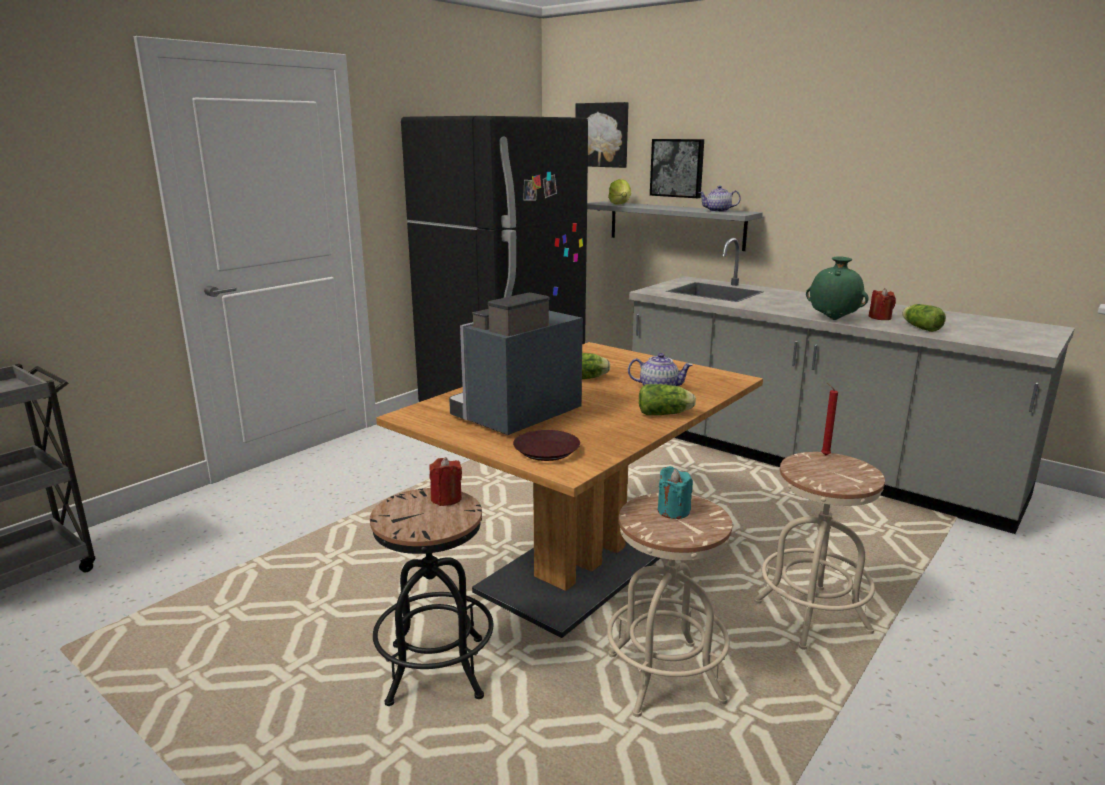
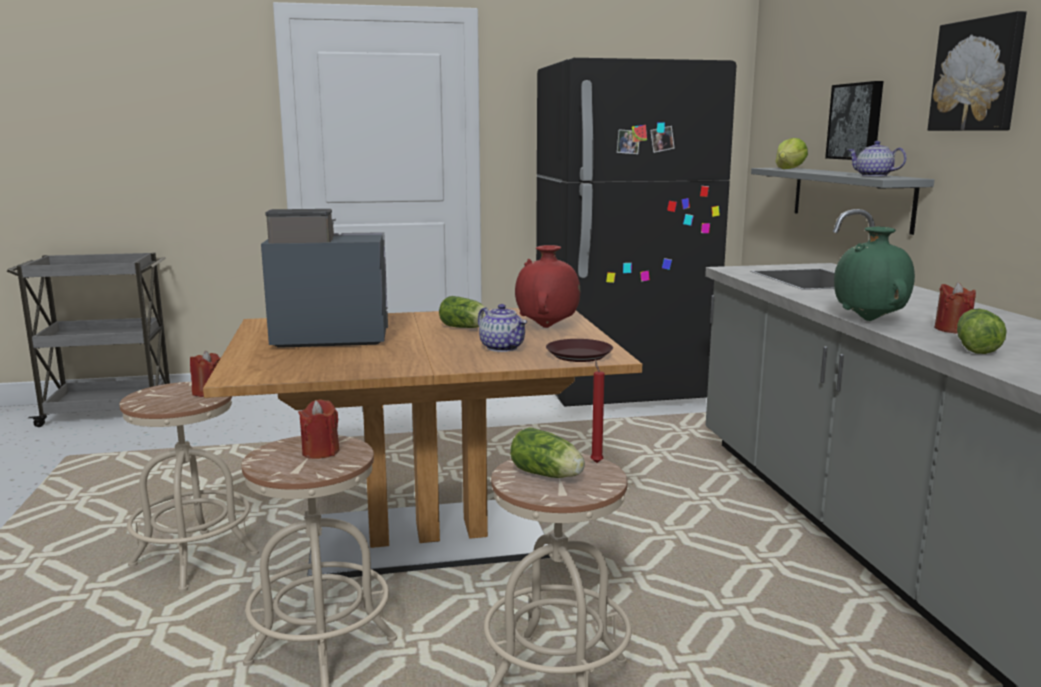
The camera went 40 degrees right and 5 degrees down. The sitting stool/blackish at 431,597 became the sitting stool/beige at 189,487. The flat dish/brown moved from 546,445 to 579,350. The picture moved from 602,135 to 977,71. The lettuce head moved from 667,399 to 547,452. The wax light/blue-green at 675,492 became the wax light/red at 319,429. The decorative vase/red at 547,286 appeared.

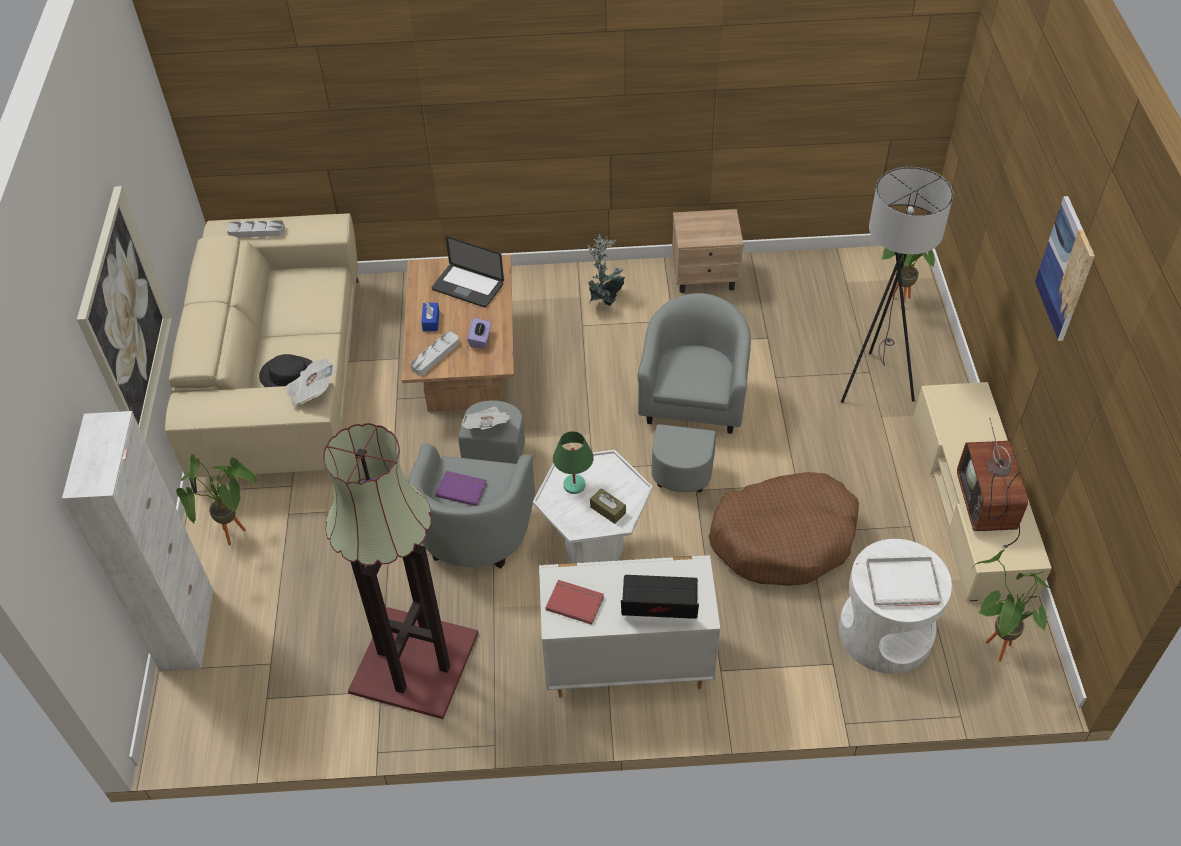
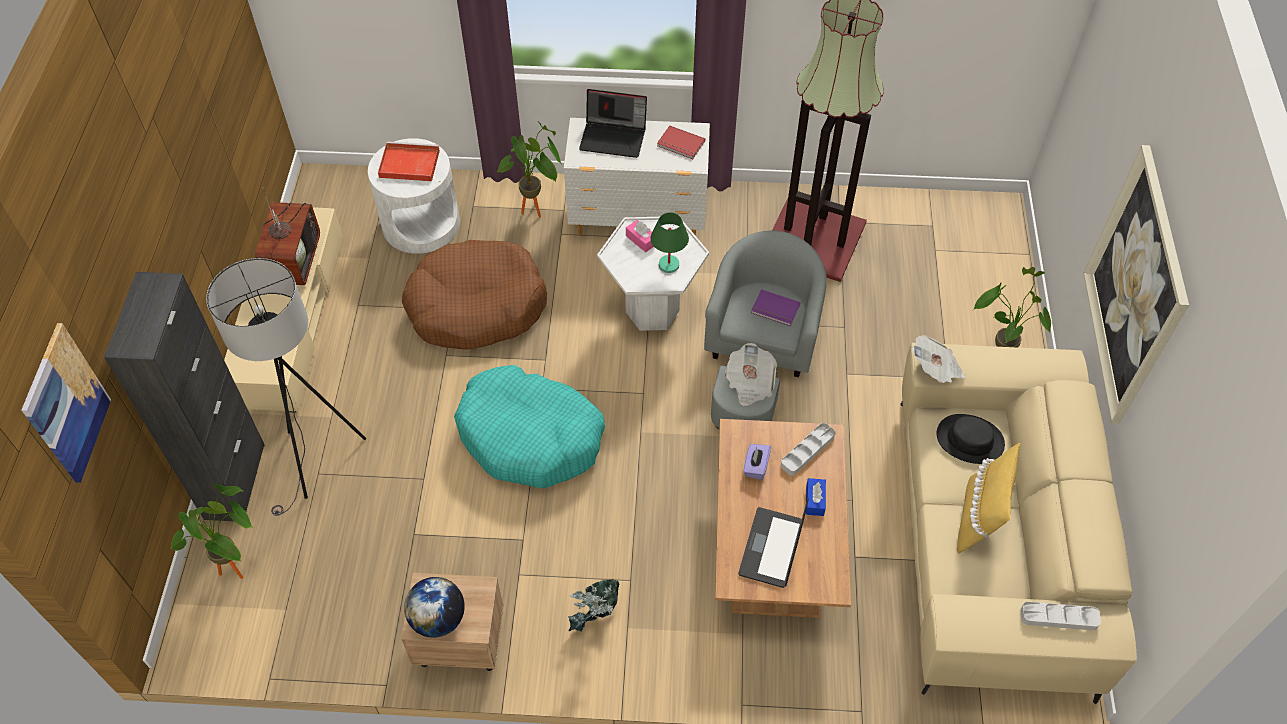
The camera went 175 degrees left and 5 degrees up. The cupboard/white at 138,541 disappeared. The portable computer at 468,272 turned 105 degrees counterclockwise. The box of tissues/brown at 608,506 became the box of tissues/pinkish at 640,236. The lounge chair/greyish at 694,393 was replaced by the dog cushion/blue-green at 529,426. The serving tray/white at 903,581 became the serving tray/red at 409,161. The potted plant moved from 1010,605 to 529,170. The picture moved from 1065,268 to 66,403. The cupboard/blackish at 184,396 appeared. The world globe at 434,607 appeared. The cushion/yellow at 988,498 appeared.

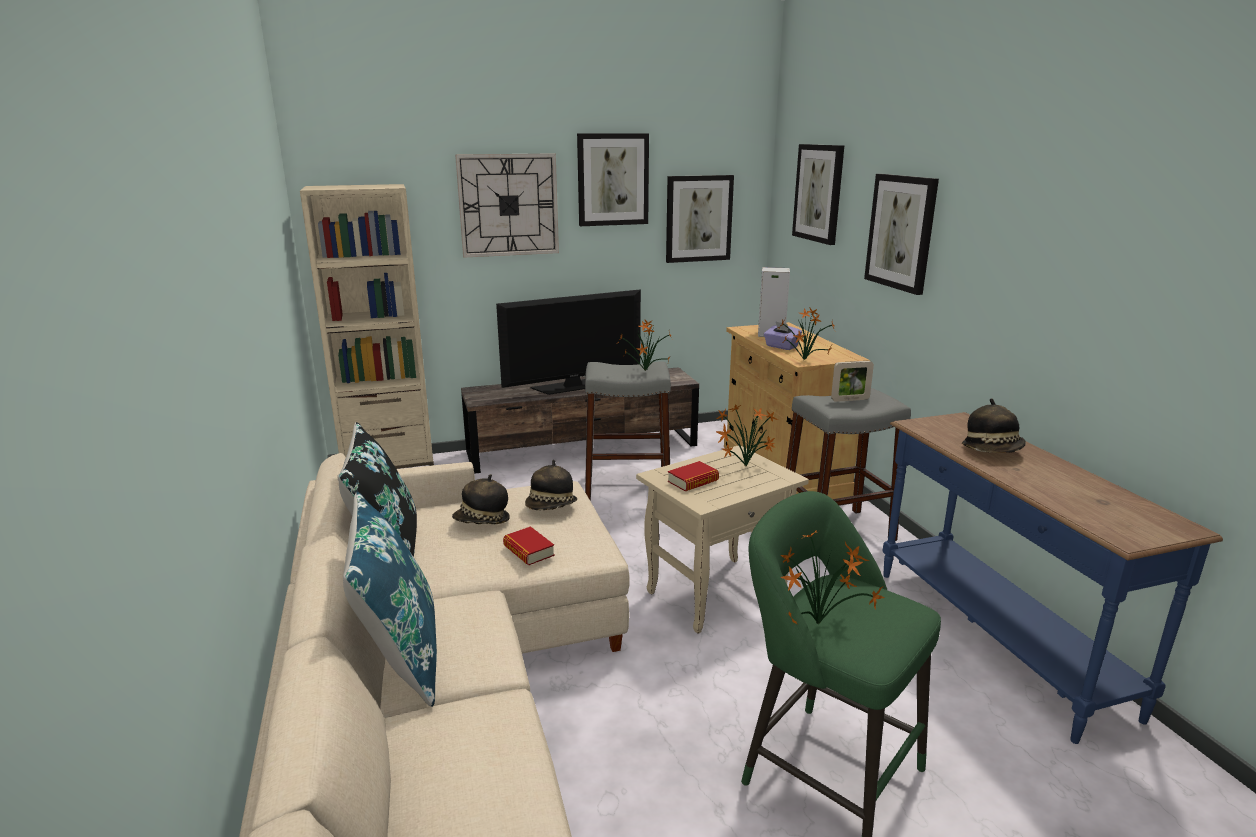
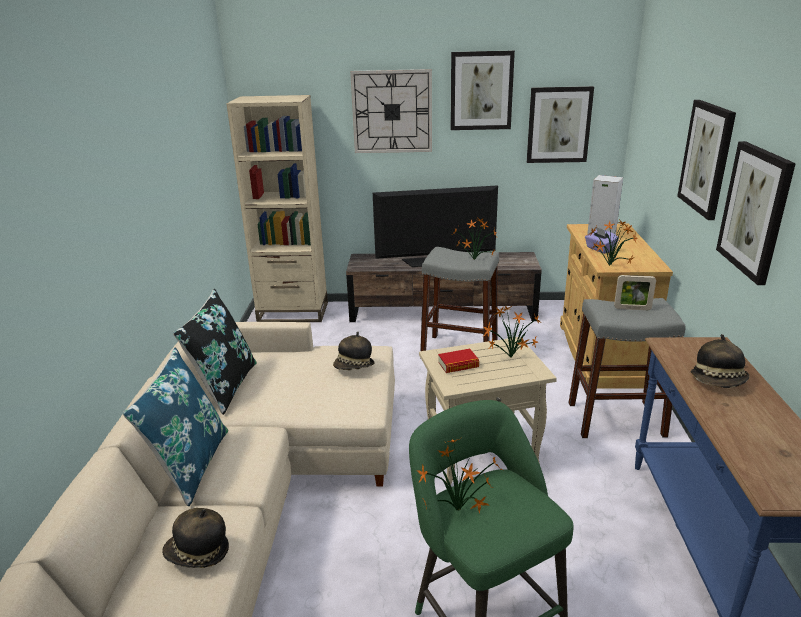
The camera went 20 degrees right and 5 degrees up. The clothing hat moved from 481,499 to 195,538. The volume at 529,545 disappeared. The picture moved from 818,194 to 756,213.

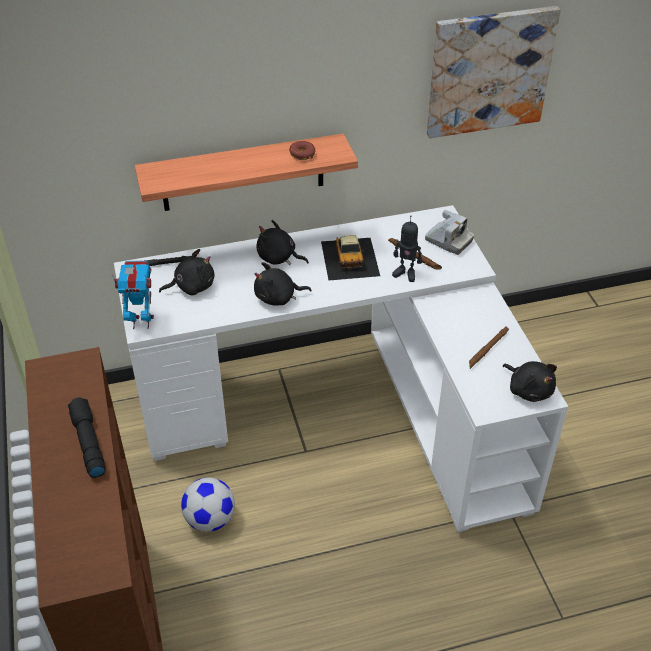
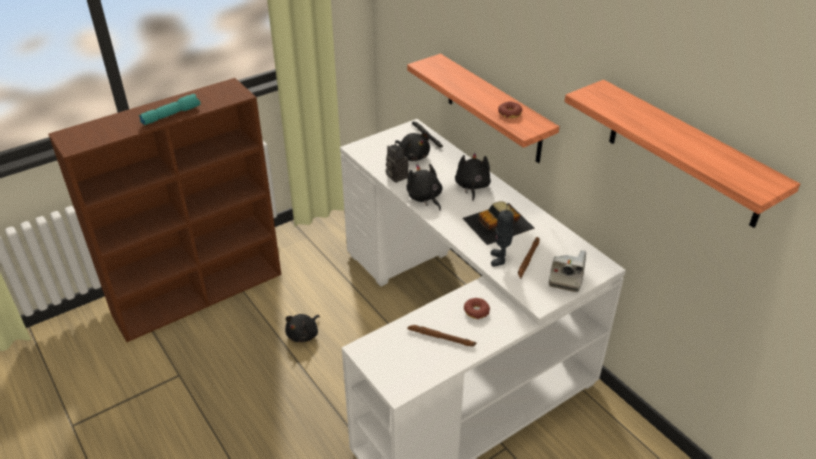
The camera went 70 degrees right and 5 degrees down. The flashlight/blackish at 87,437 became the flashlight/blue-green at 170,109. The model robot at 133,295 disappeared. The football ball at 208,504 disappeared. The picture at 493,72 was replaced by the bracket shelf at 682,154. The plush toy/blackish moved from 530,381 to 302,328. The photo camera at 397,163 appeared. The donut at 477,308 appeared.

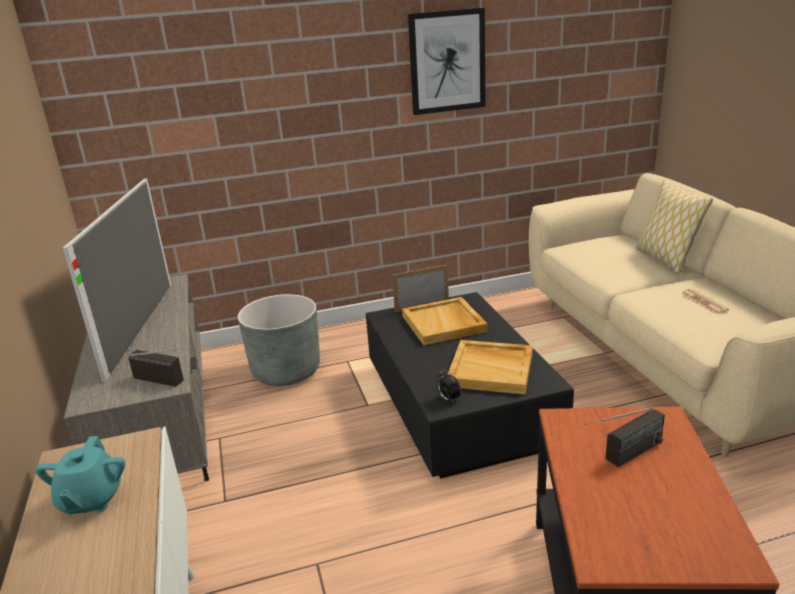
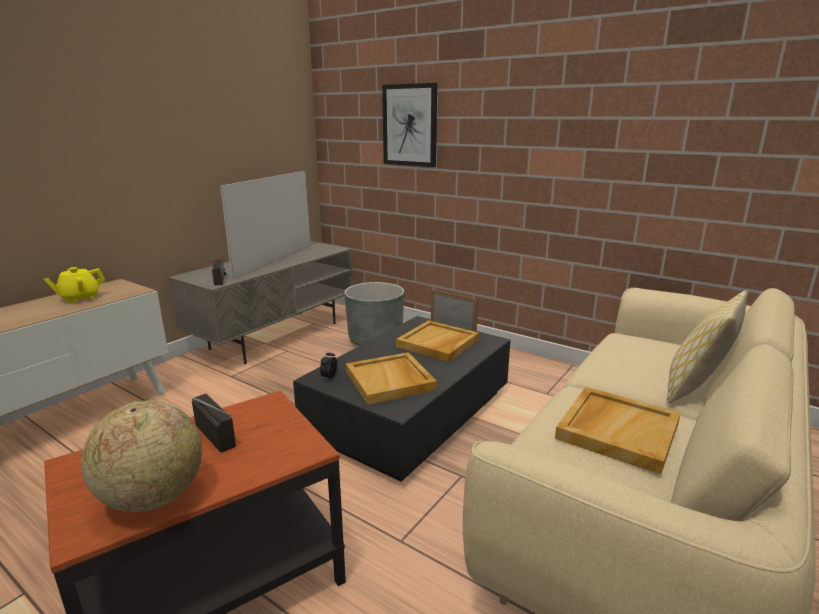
The camera went 50 degrees right and 5 degrees down. The teapot/blue-green at 80,475 became the teapot/yellow at 74,285. The TV at 116,280 turned 150 degrees clockwise. The picture moved from 446,61 to 409,125. The radio set at 624,437 turned 150 degrees counterclockwise. The printed paper at 705,301 was replaced by the serving tray/beige at 618,430. The world globe at 141,456 appeared.

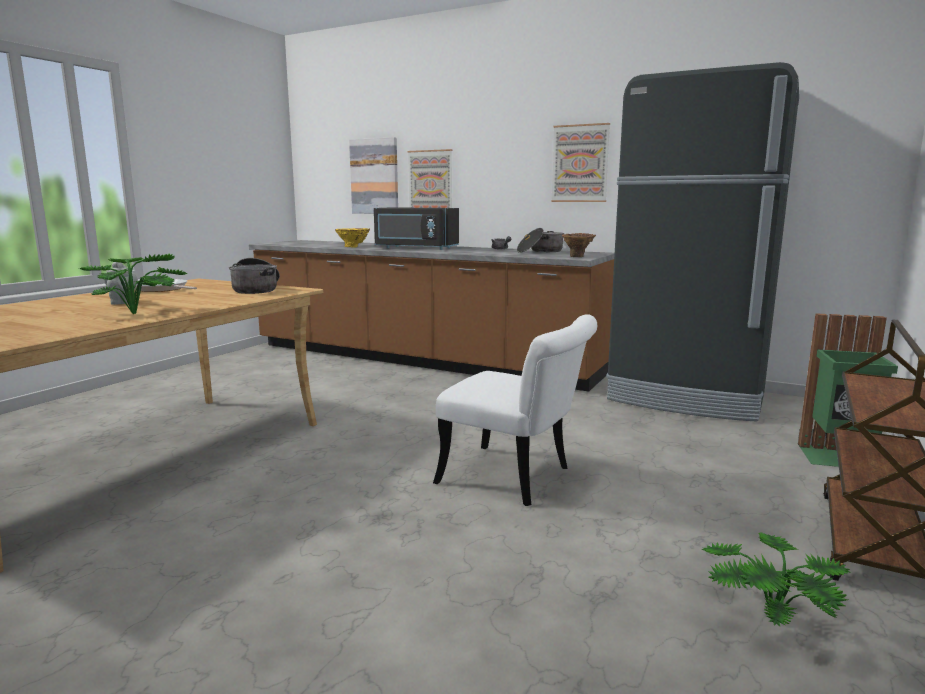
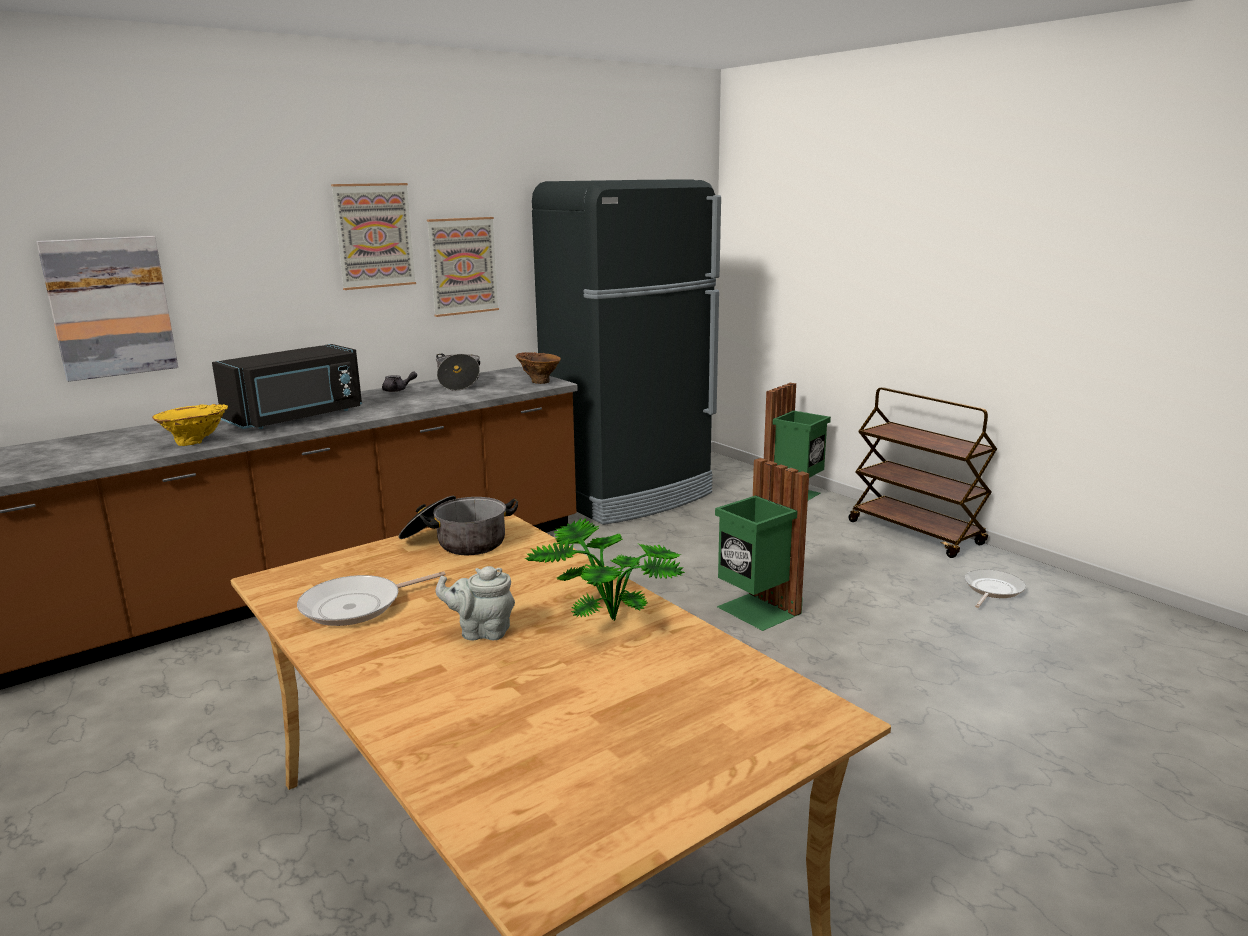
The camera went 65 degrees left and 5 degrees up. The picture moved from 429,178 to 373,236. The plain chair/white at 515,410 was replaced by the rubbish bin/green at 762,544. The potted plant at 775,579 was replaced by the frying pan at 995,588.

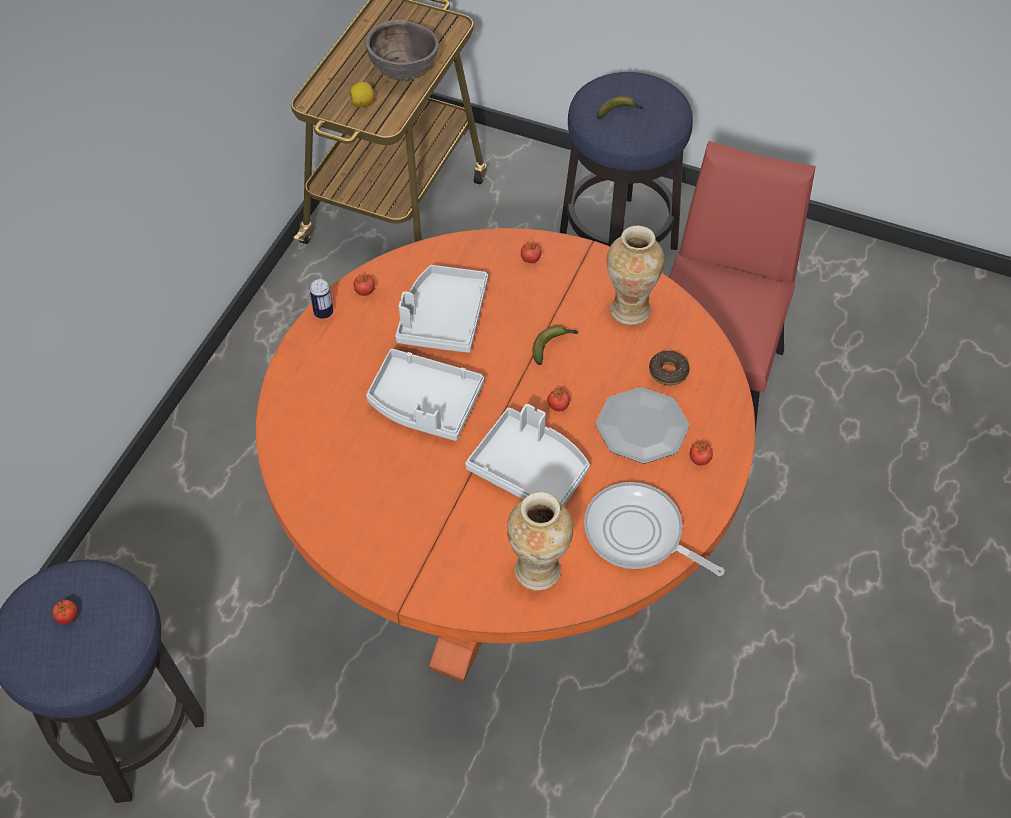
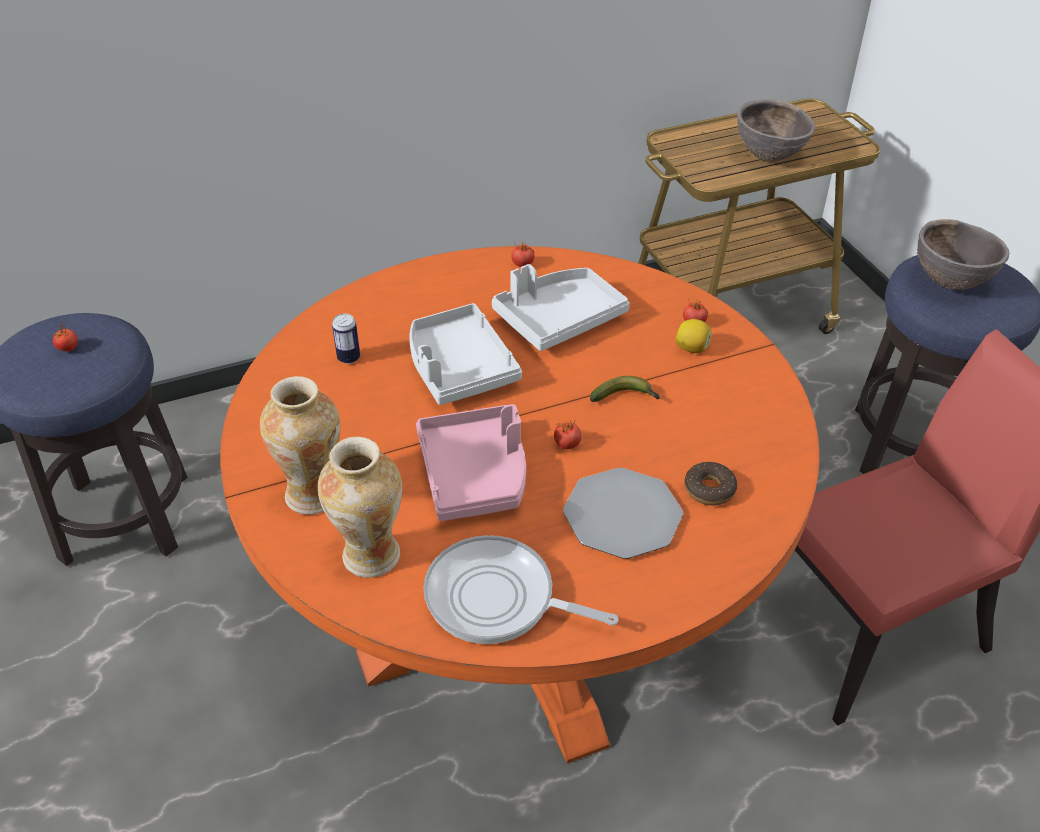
The camera went 45 degrees right and 10 degrees down. The can moved from 321,299 to 346,338. The lemon moved from 361,94 to 693,336. The serving tray/greyish at 527,454 became the serving tray/pinkish at 471,462. The frying pan at 654,529 turned 60 degrees counterclockwise. The banana fruit at 620,107 was replaced by the serving bowl/brown at 963,254. The decorative vase moved from 635,275 to 300,445. The fresh tomato at 701,454 disappeared.

